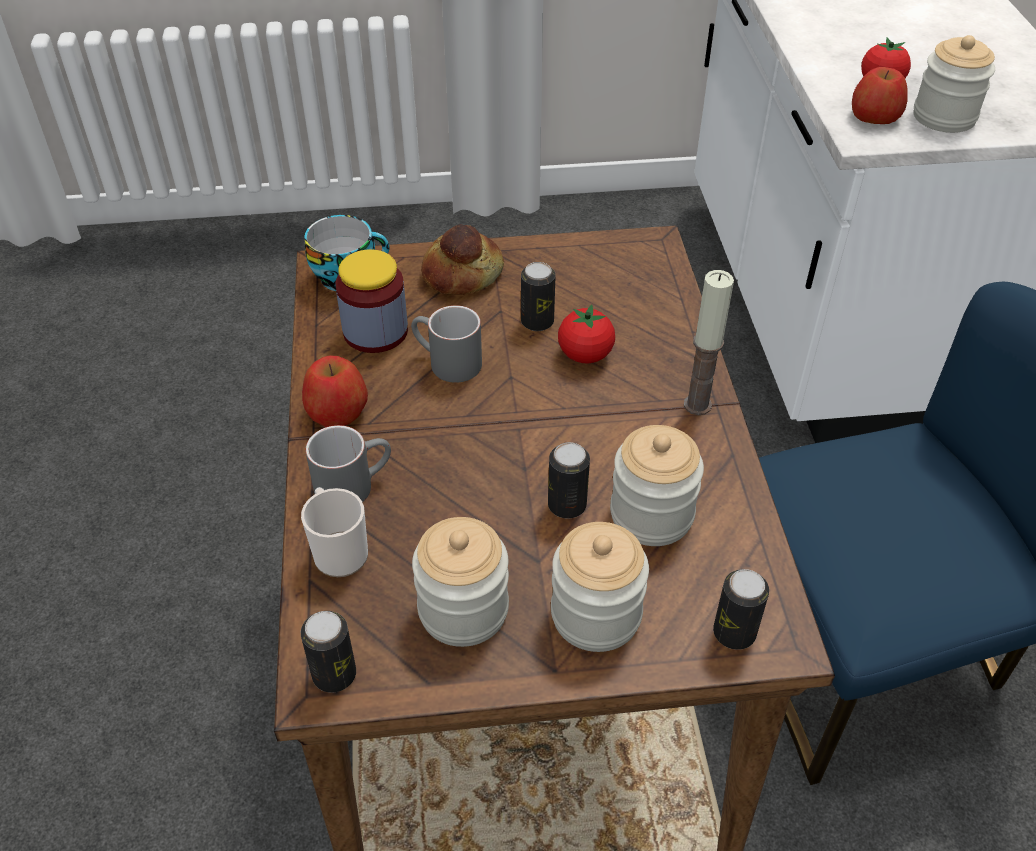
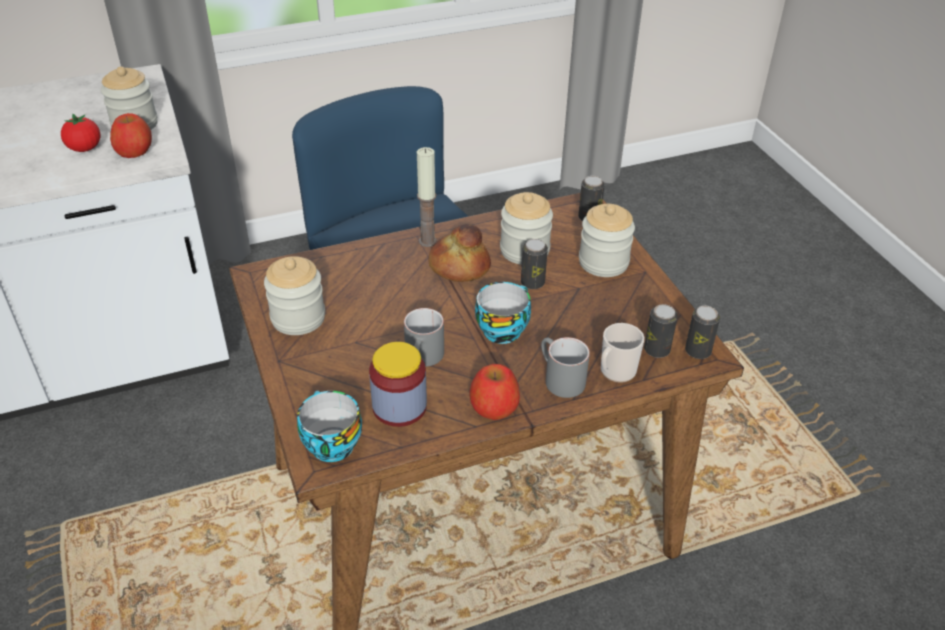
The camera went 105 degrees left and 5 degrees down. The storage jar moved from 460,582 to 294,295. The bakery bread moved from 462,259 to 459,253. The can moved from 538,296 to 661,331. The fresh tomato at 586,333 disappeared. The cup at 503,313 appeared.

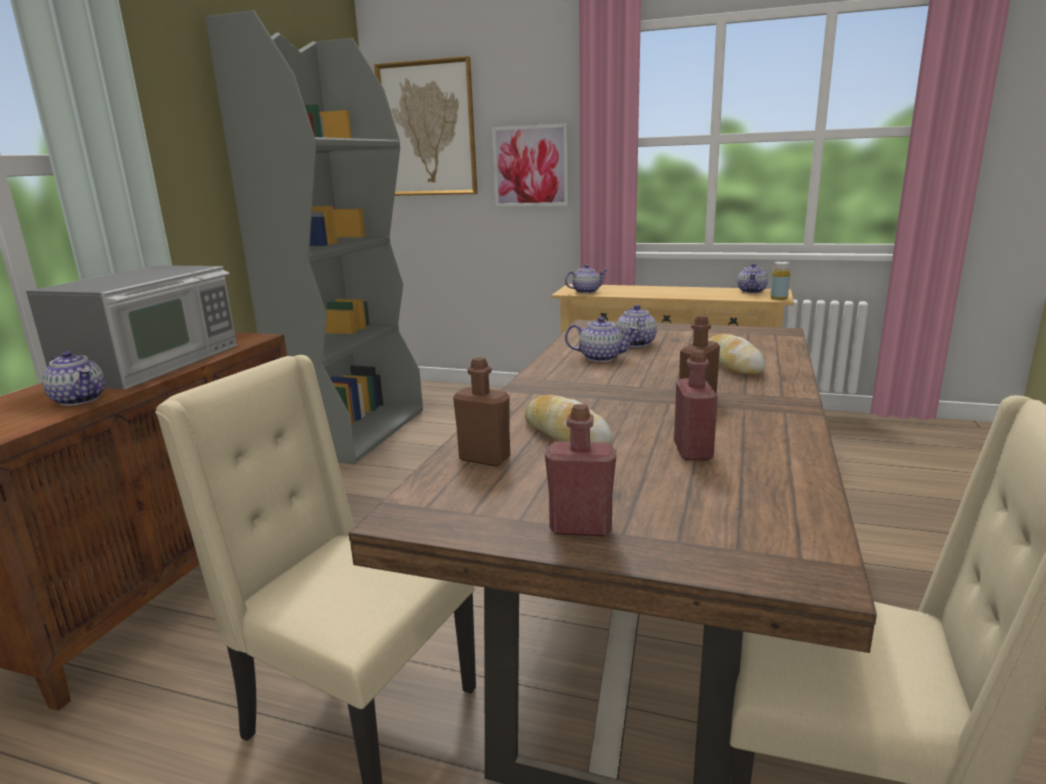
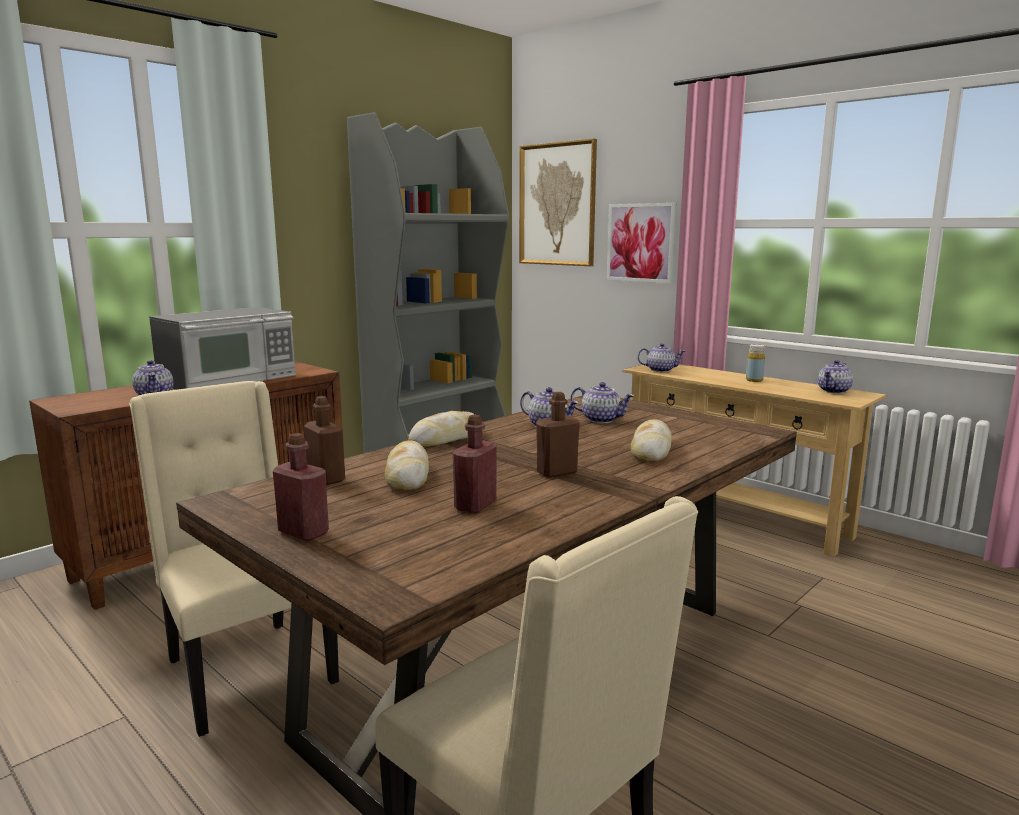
The camera went 25 degrees right and 5 degrees down. The teapot at 636,326 turned 90 degrees clockwise. The bottle/yellow moved from 780,280 to 755,363. The bakery bread at 447,429 appeared.

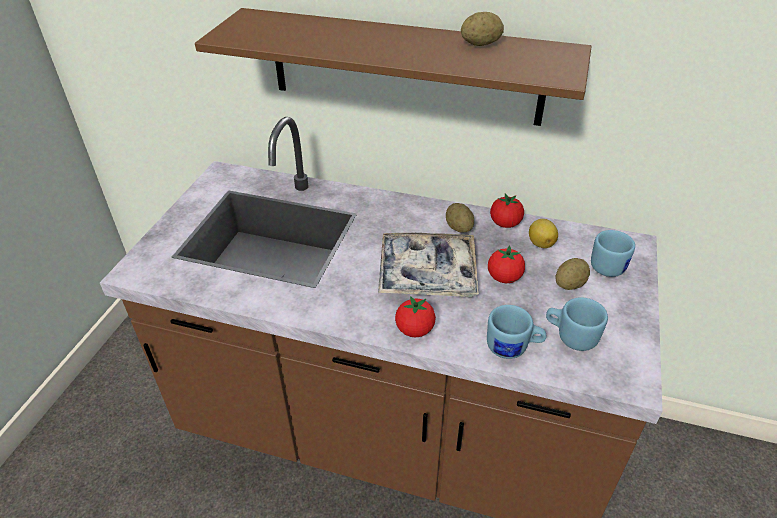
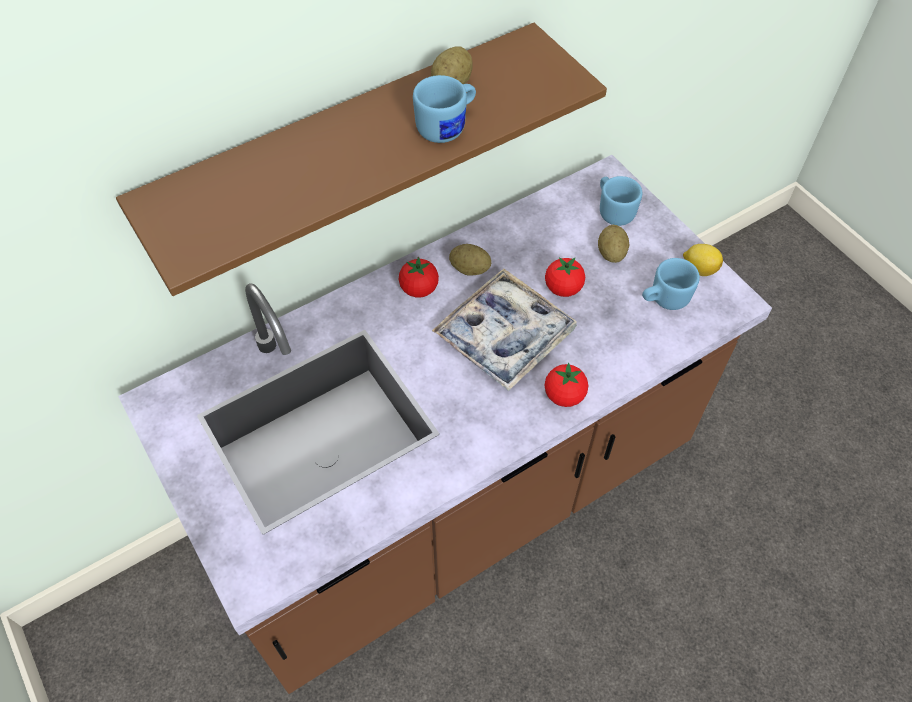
The camera went 50 degrees left and 15 degrees up. The coffee mug/bluish moved from 516,332 to 444,109. The fresh tomato moved from 507,211 to 419,277. The lemon moved from 543,233 to 703,260.

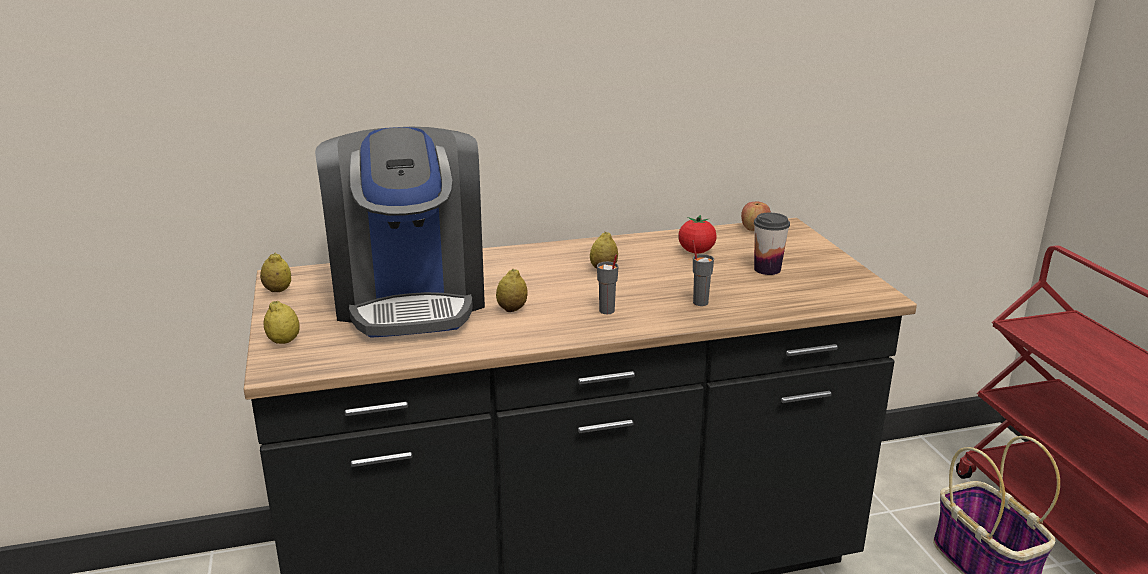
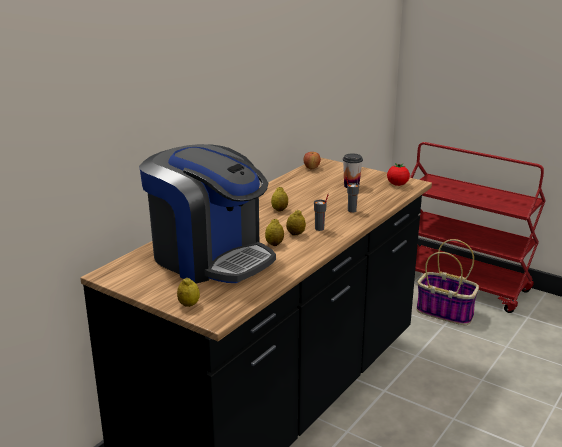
The camera went 40 degrees left and 0 degrees up. The lemon moved from 275,272 to 296,223. The fresh tomato moved from 697,234 to 398,174.

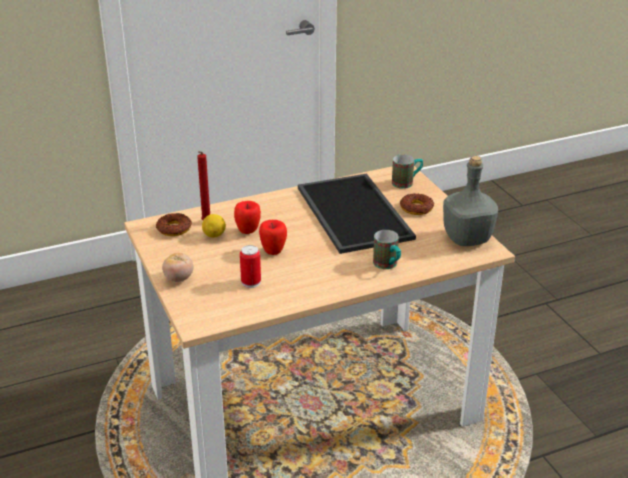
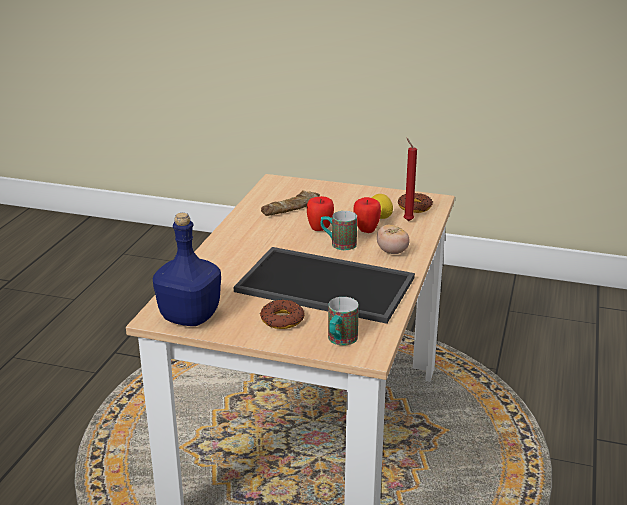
The camera went 130 degrees right and 5 degrees down. The fresh tomato moved from 178,267 to 393,239. The can at 250,266 was replaced by the bakery bread at 290,203. The coffee mug moved from 387,249 to 339,230. The bottle/greyish at 470,201 became the bottle/bluish at 187,269.

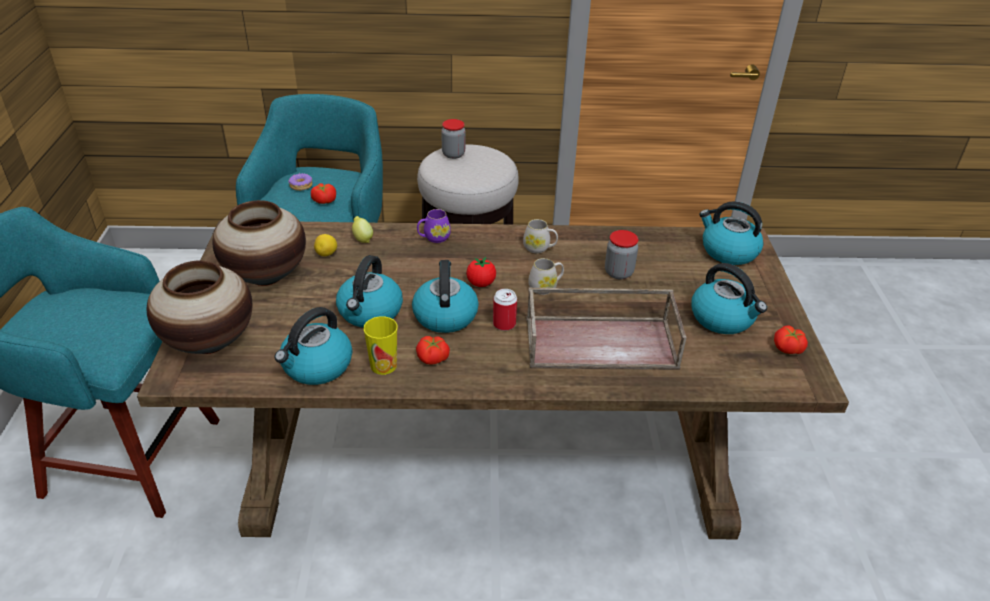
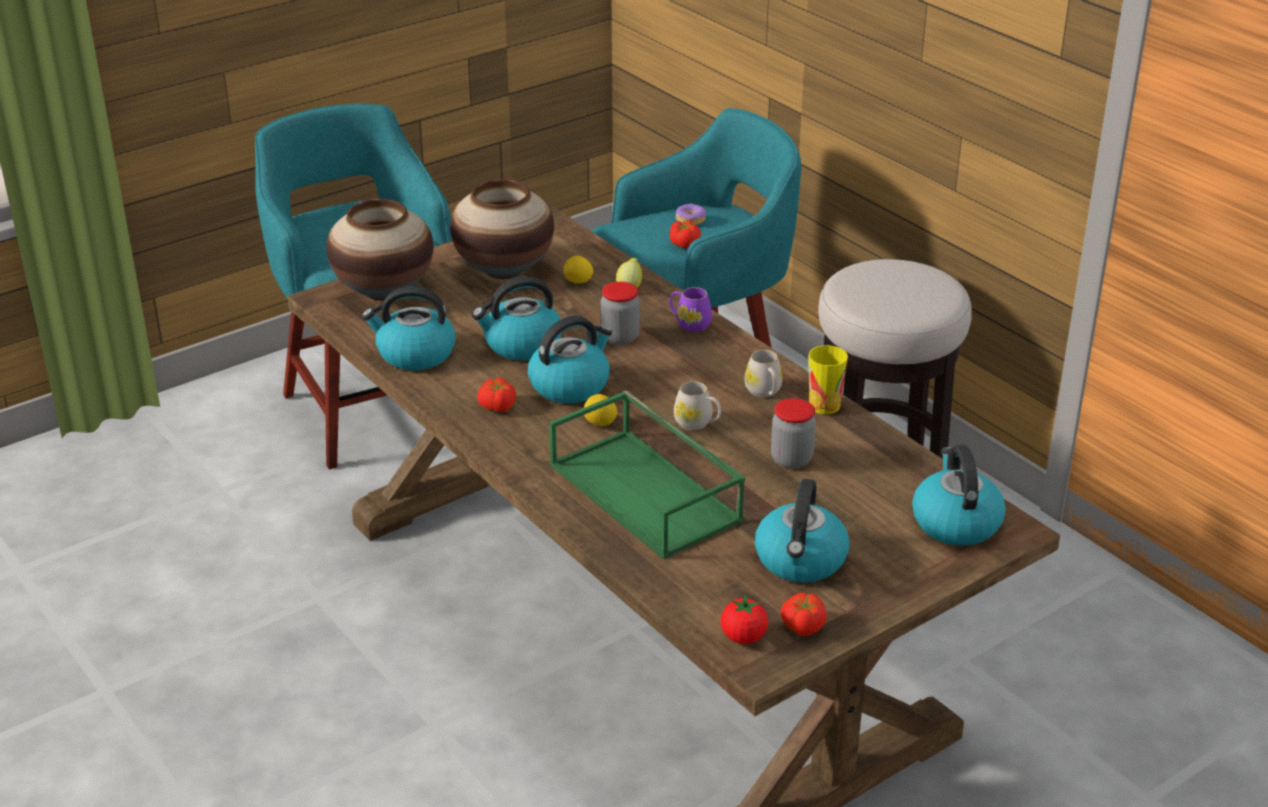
The camera went 55 degrees right and 5 degrees down. The cup moved from 380,345 to 828,379. The storage jar moved from 453,139 to 620,313. The fresh tomato moved from 481,272 to 744,619. The can at 505,310 was replaced by the lemon at 601,410. The serving tray/brown at 606,329 became the serving tray/green at 647,474.

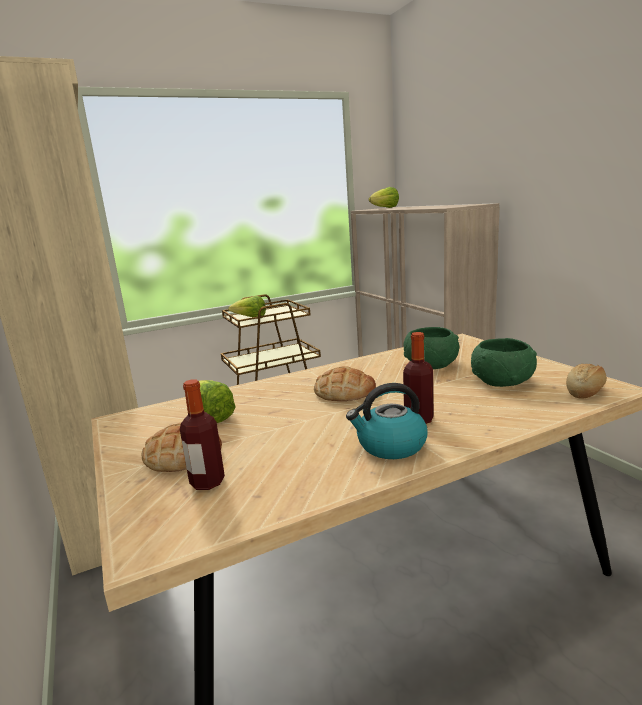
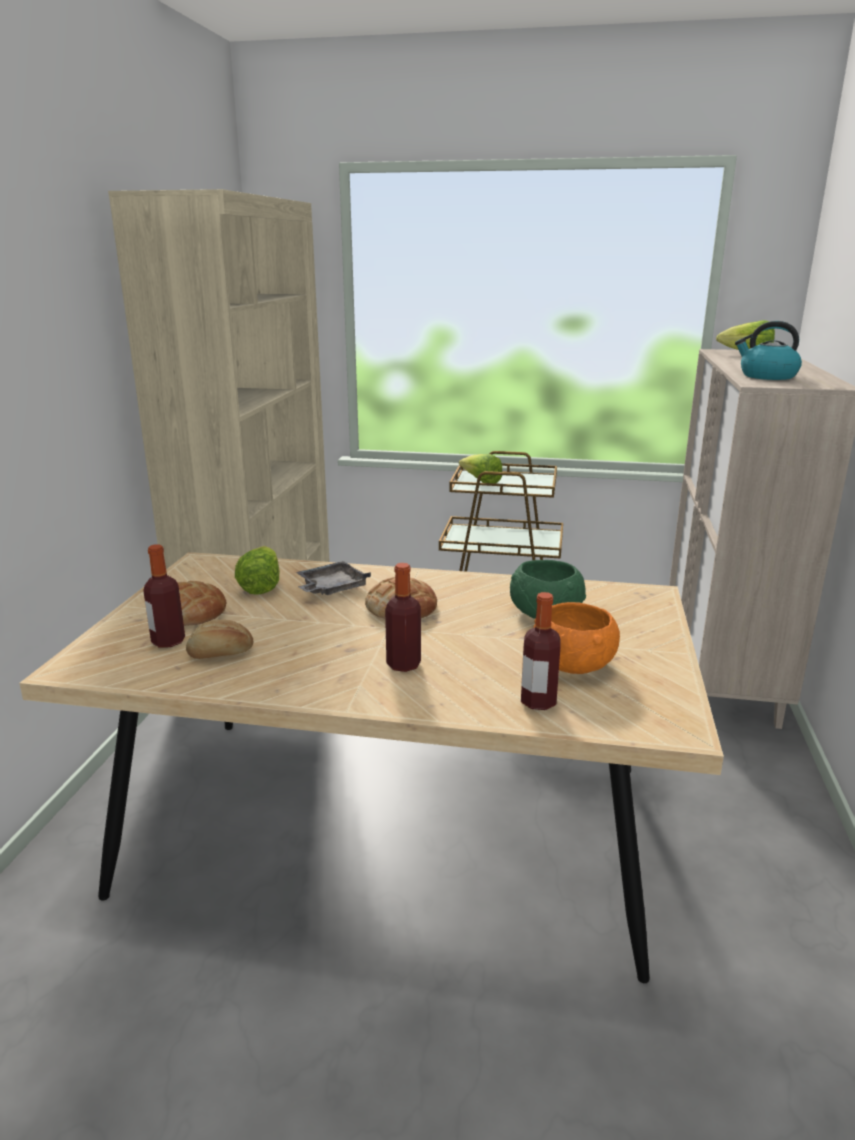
The camera went 35 degrees right and 5 degrees up. The water kettle moved from 387,421 to 768,350. The serving bowl/green at 504,362 became the serving bowl/orange at 577,638. The bakery bread moved from 586,381 to 219,639. The serving tray/greyish at 333,578 appeared. The bottle at 541,651 appeared.

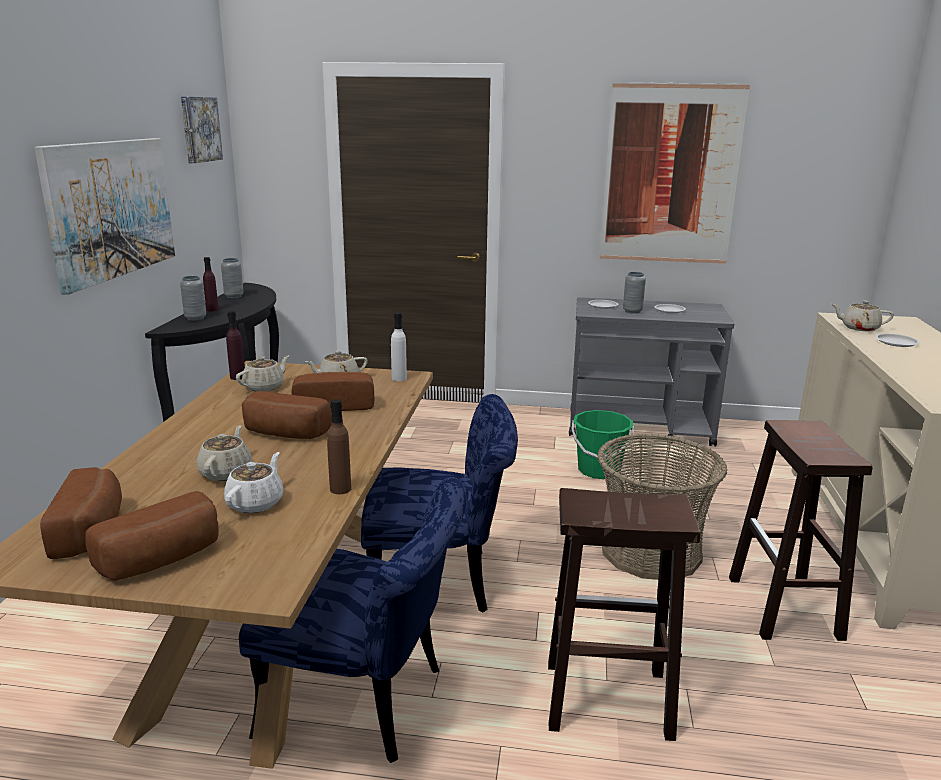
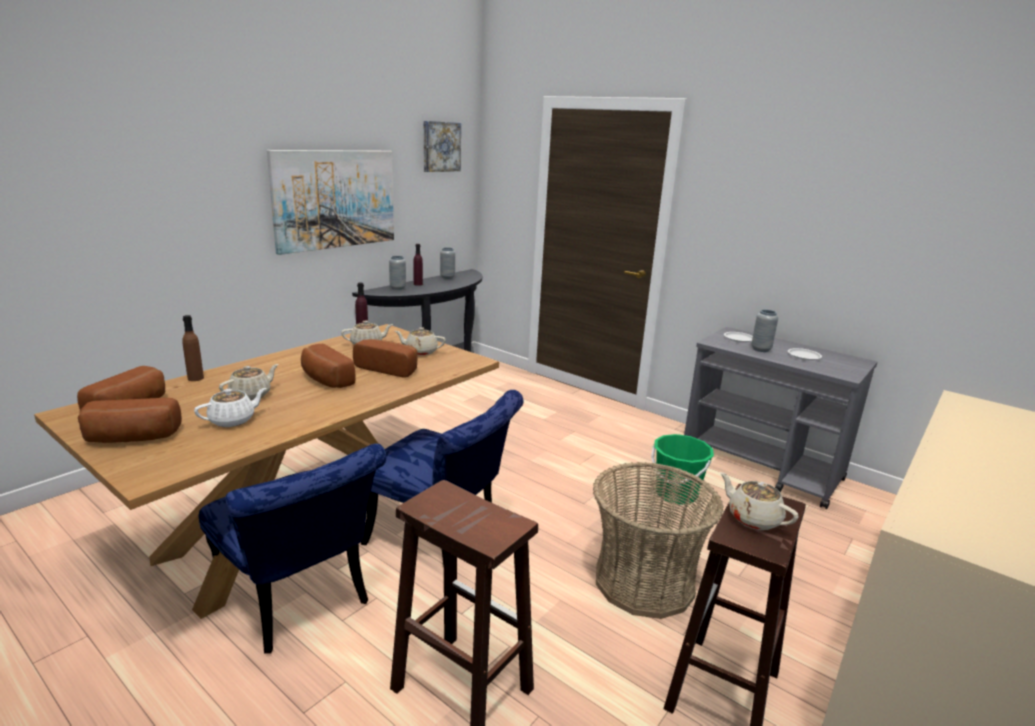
The camera went 30 degrees right and 0 degrees up. The bottle/brown moved from 339,446 to 193,348. The bottle/white at 399,346 disappeared. The picture at 675,173 disappeared. The teapot/beige moved from 863,315 to 759,501. The flat dish/white at 897,340 disappeared.

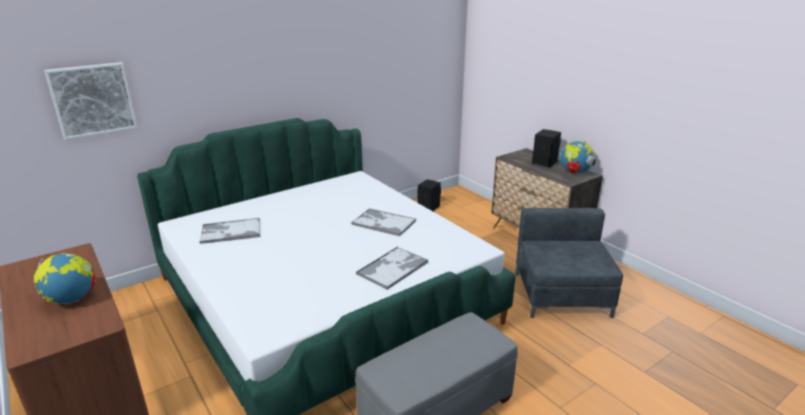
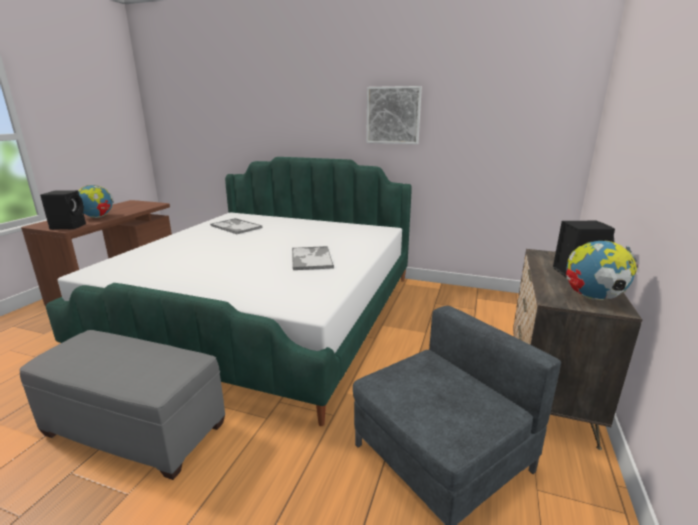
The camera went 55 degrees right and 5 degrees down. The picture moved from 91,101 to 394,115. The serving tray at 392,268 disappeared. The audio speaker/blackish moved from 429,195 to 63,210.

